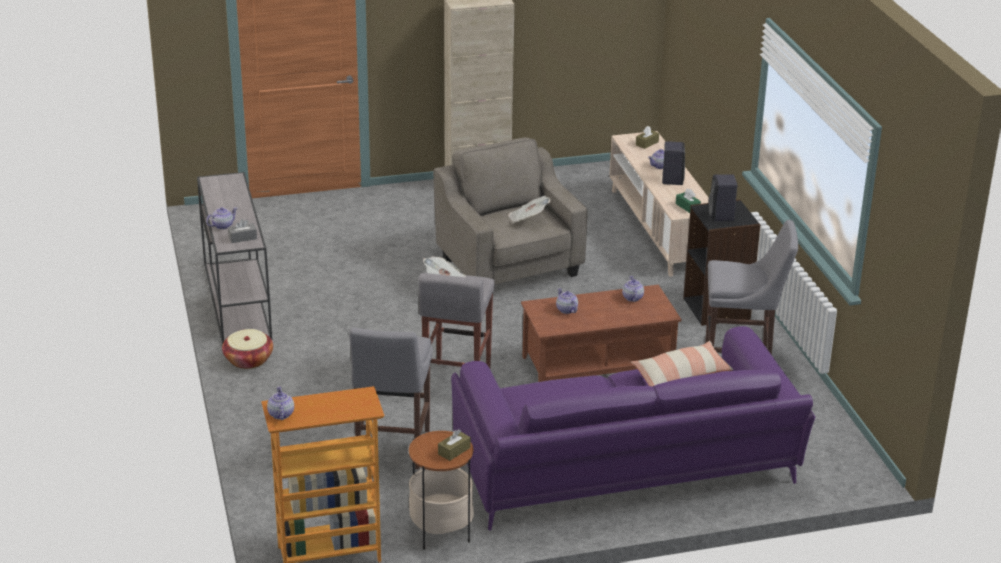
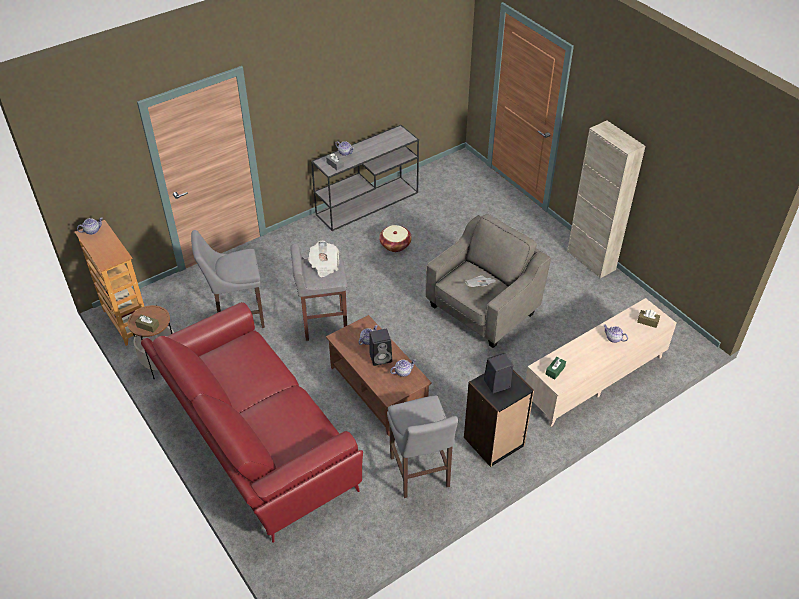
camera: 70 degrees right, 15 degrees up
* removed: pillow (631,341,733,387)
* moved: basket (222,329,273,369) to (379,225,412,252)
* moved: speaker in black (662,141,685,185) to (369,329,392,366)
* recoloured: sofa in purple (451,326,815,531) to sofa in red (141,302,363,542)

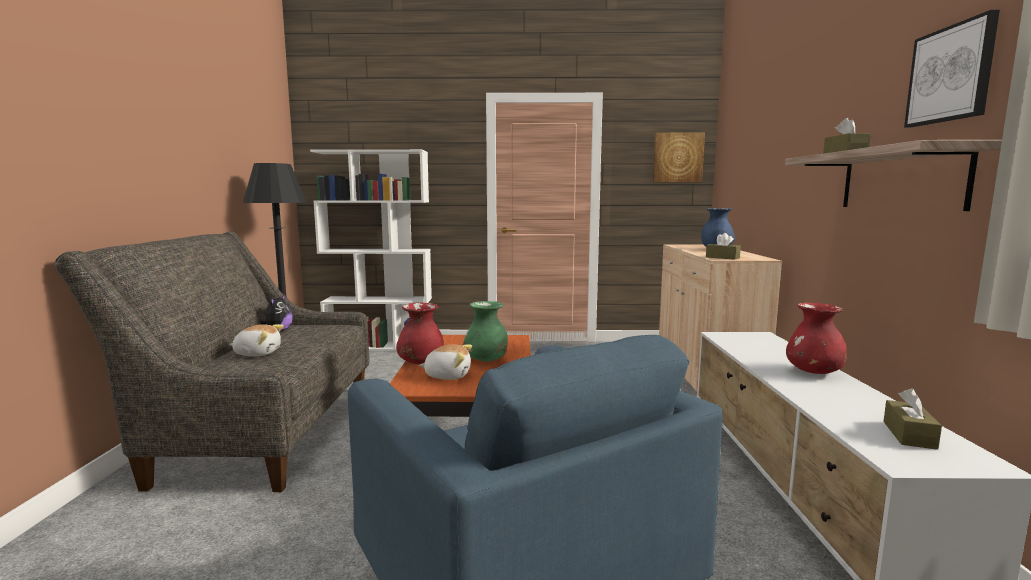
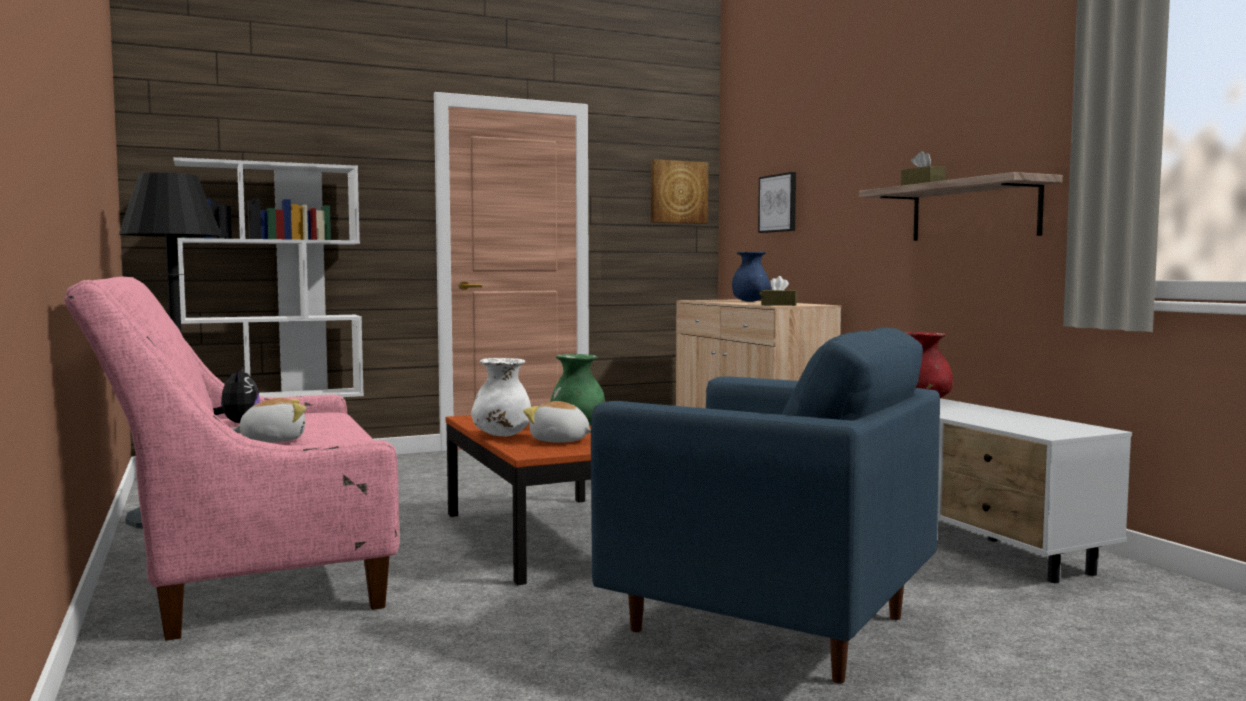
camera: 25 degrees left, 5 degrees down
* removed: tissue box in brown (883,388,942,450)
* moved: picture (904,10,1000,127) to (758,172,796,233)
* recoloured: sofa in grey (55,232,369,492) to sofa in pink (64,277,399,641)
* recoloured: vase in red (396,302,444,364) to vase in white (471,358,531,436)
* turned: plush toy (419,344,472,380) = (523,401,591,443) 135 degrees counterclockwise

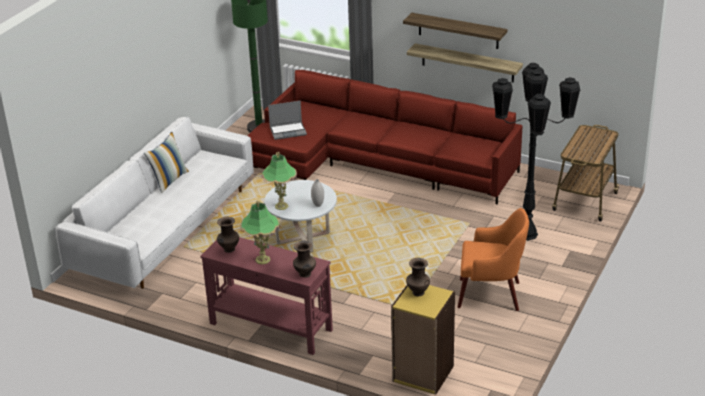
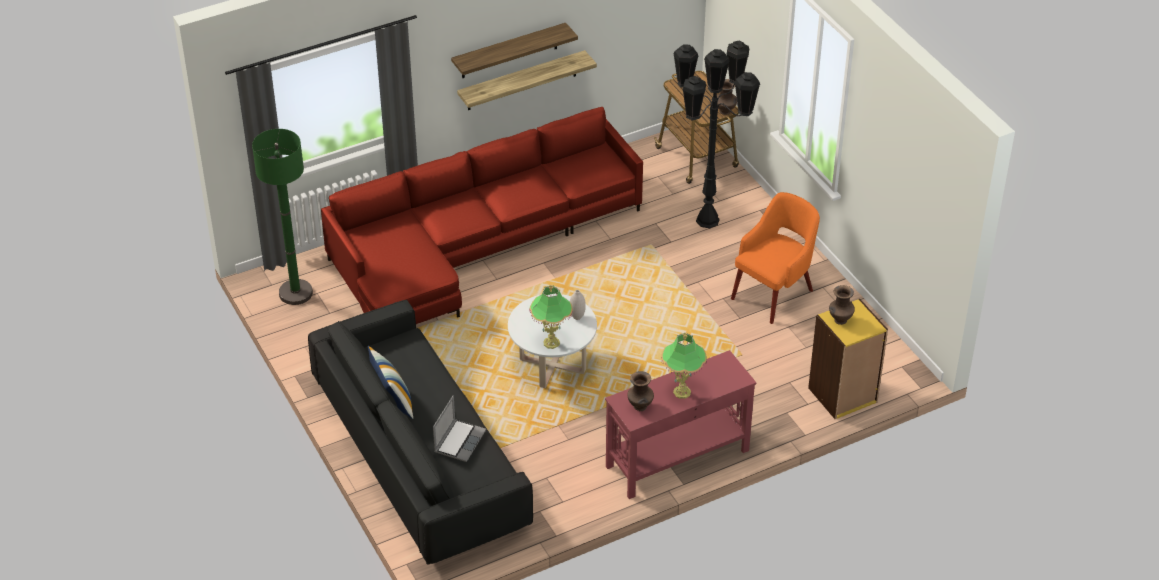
camera: 55 degrees left, 10 degrees up
* moved: laptop (268,101,307,140) to (433,395,486,462)
* moved: vase in brown (293,241,316,278) to (717,79,737,115)
* recoloured: sofa in white (54,117,254,289) to sofa in black (308,300,533,565)

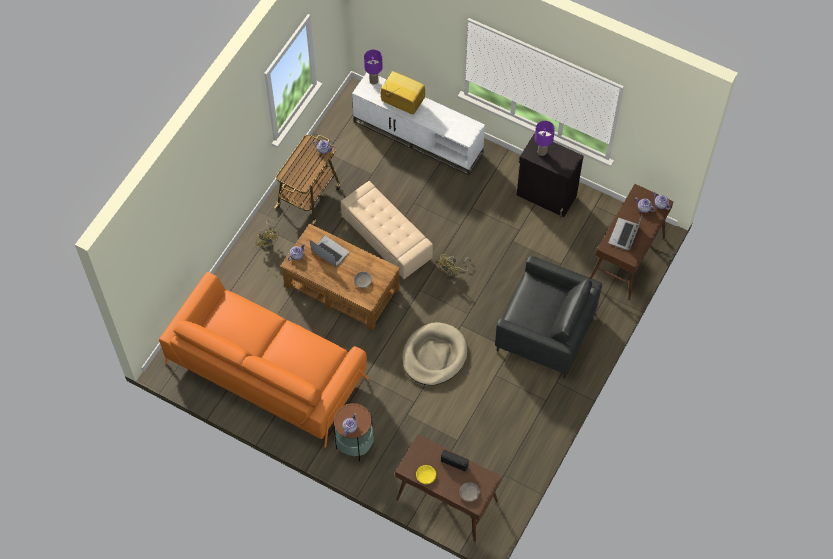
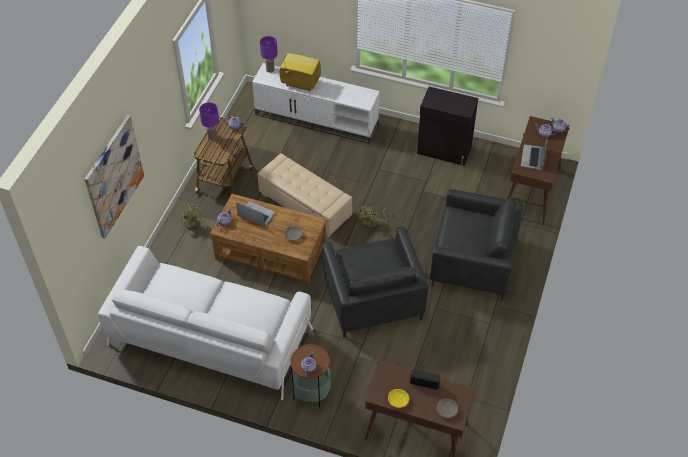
camera: 10 degrees left, 10 degrees down
* added: picture (85,115,144,238)
* moved: table lamp in purple (535,121,555,156) to (199,102,219,140)
* replaced: dog bed in beige (402,322,468,385) to armchair in grey (322,226,428,338)
* recoloured: sofa in orange (159,272,369,448) to sofa in white (98,246,313,400)

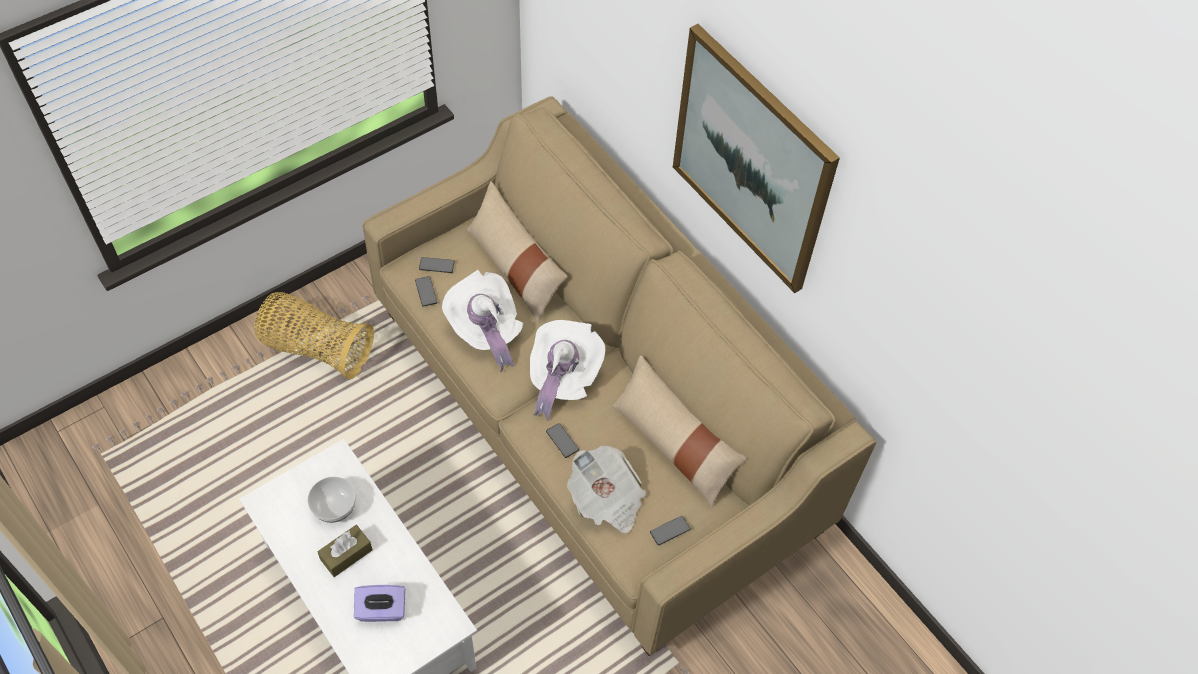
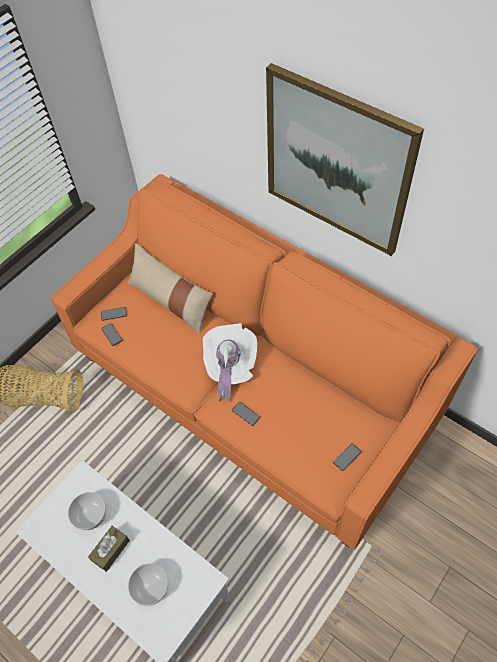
camera: 10 degrees left, 0 degrees up
* removed: hat in white (442,270,523,372)
* removed: newspaper (567,446,646,533)
* removed: pillow in beige (612,356,747,507)
* replaced: tissue box in purple (354,585,405,622) to bowl (128,563,168,606)
* recoloured: sofa in beige (362,96,877,656) to sofa in orange (51,174,479,550)

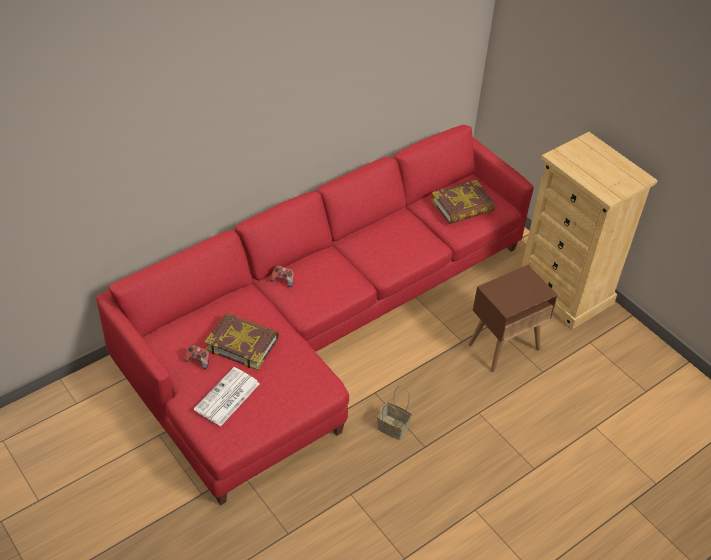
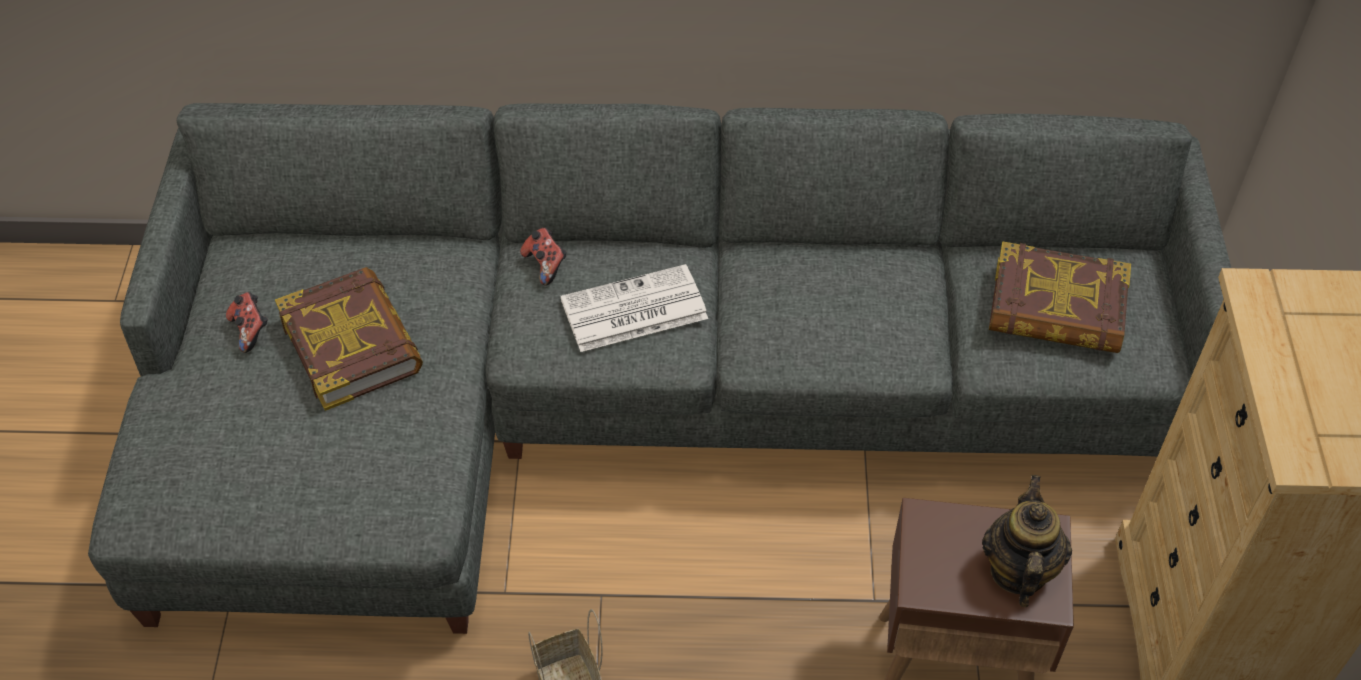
camera: 40 degrees right, 5 degrees up
* added: teapot (982,475,1072,607)
* moved: newspaper (194,367,260,427) to (560,264,708,352)
* recoloured: sofa in red (96,125,534,505) to sofa in grey (88,103,1231,634)

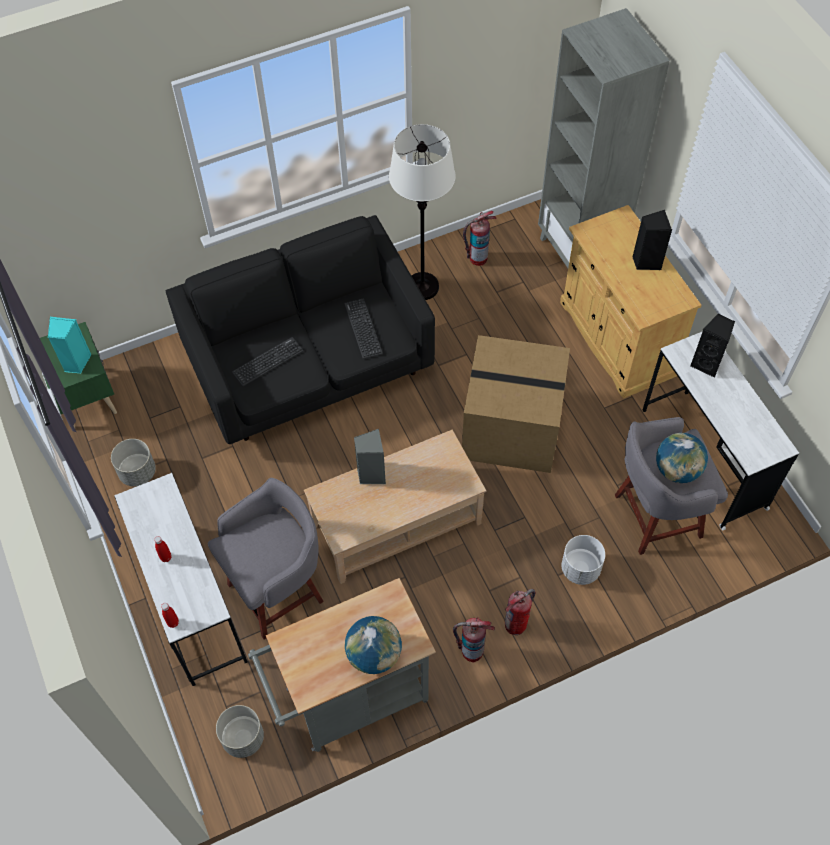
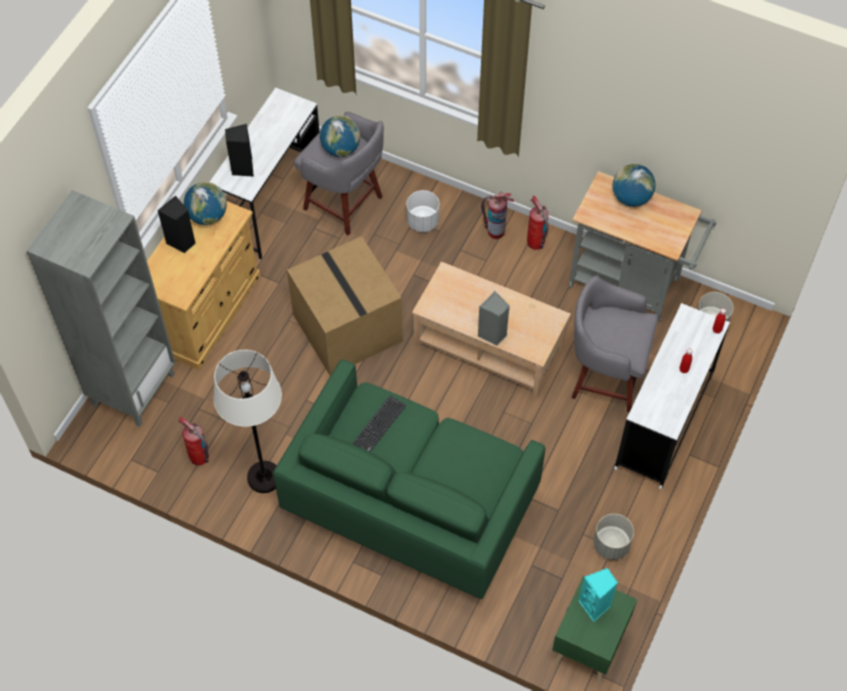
camera: 130 degrees left, 0 degrees up
* removed: keyboard (232,337,304,386)
* added: globe (184,182,227,225)
* recoloured: sofa in black (166,215,435,444) to sofa in green (273,359,546,599)

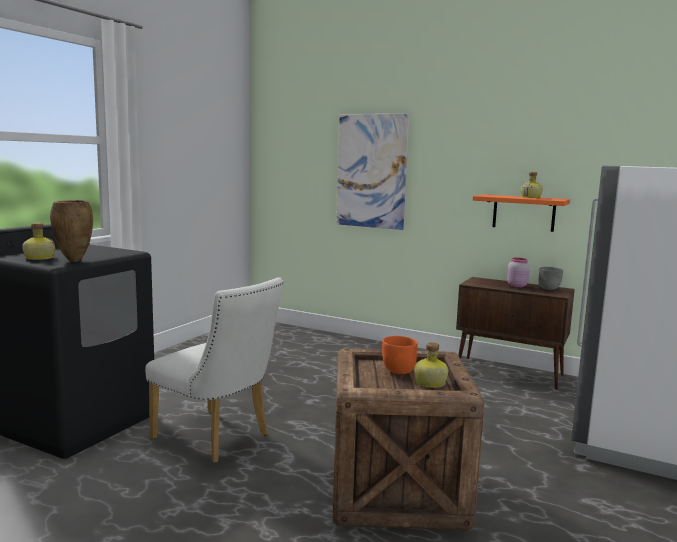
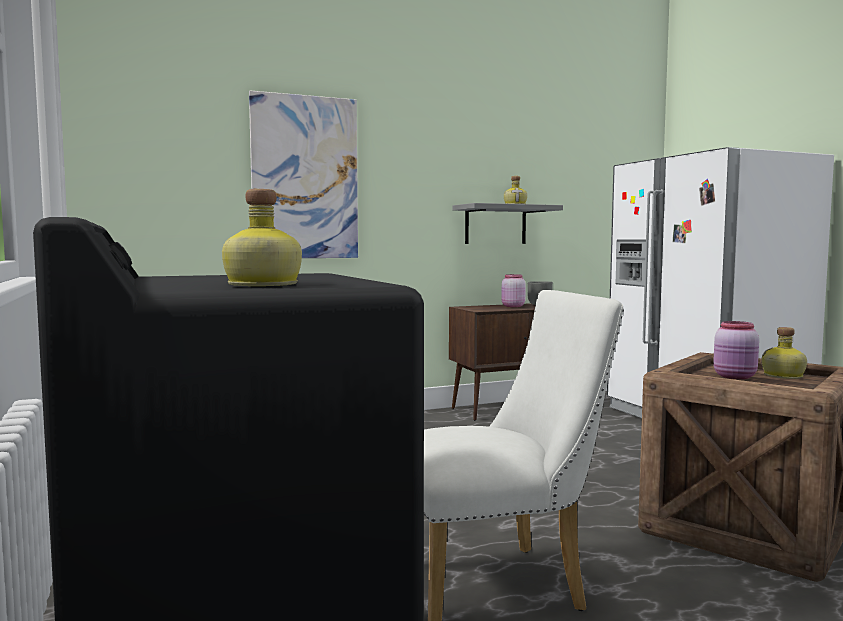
camera: 50 degrees left, 5 degrees down
* removed: vase in brown (50,200,93,262)
* replaced: bowl in orange (382,336,418,374) to jar in pink (713,321,759,379)
* recoloured: shelf in orange (473,194,570,232) to shelf in grey (453,203,563,244)

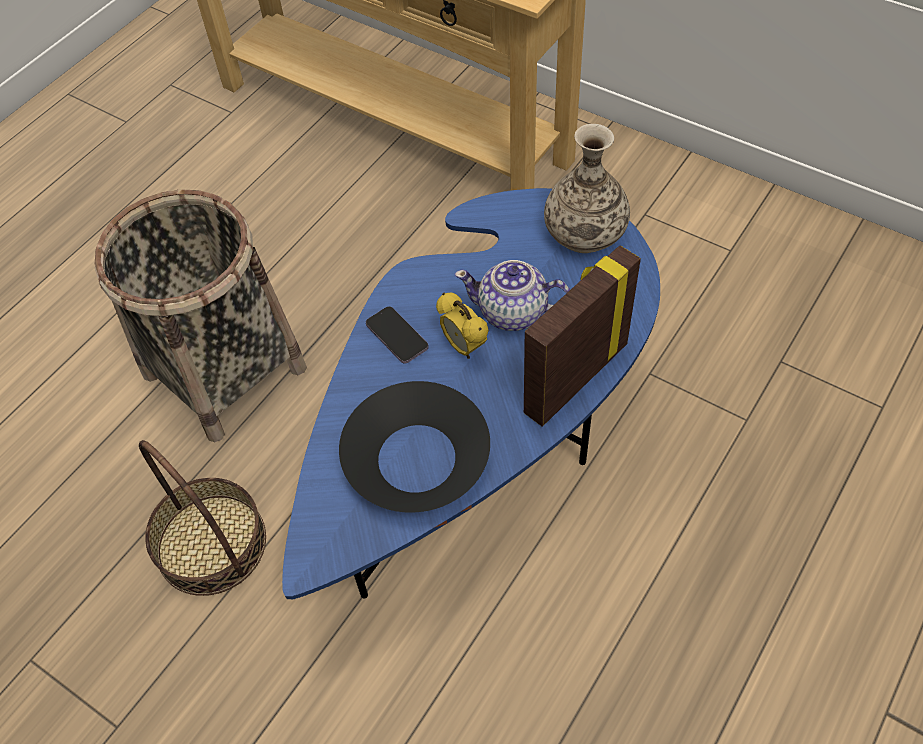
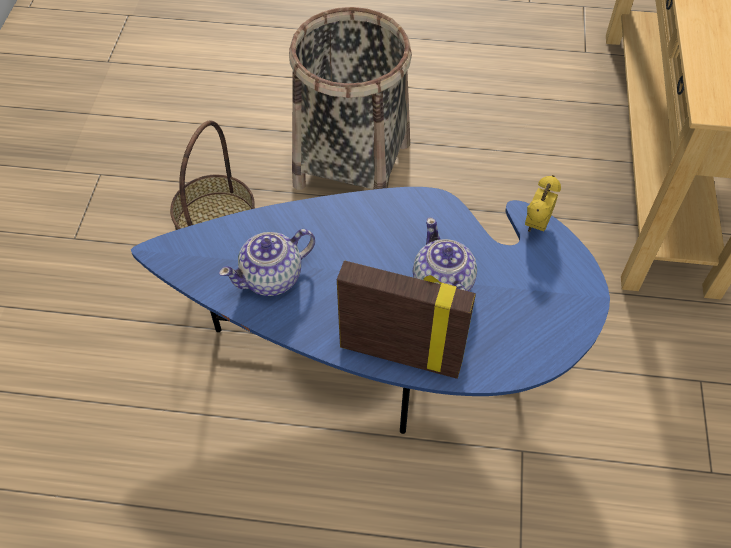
camera: 60 degrees right, 0 degrees up
* removed: phone (366,306,429,363)
* removed: vase (544,124,630,253)
* moved: alarm clock (436,293,489,359) to (525,175,561,232)
* replaced: bowl in black (339,381,490,513) to teapot (219,229,315,296)

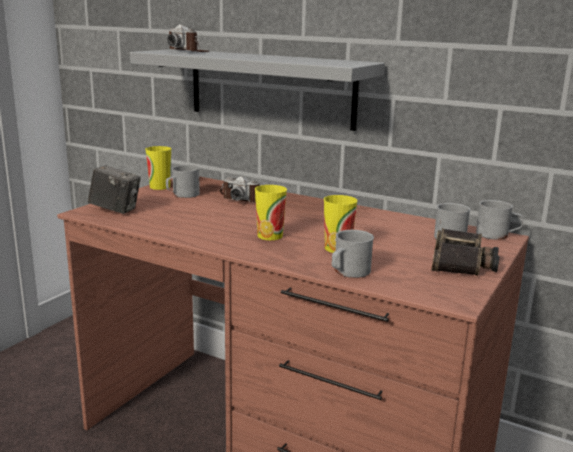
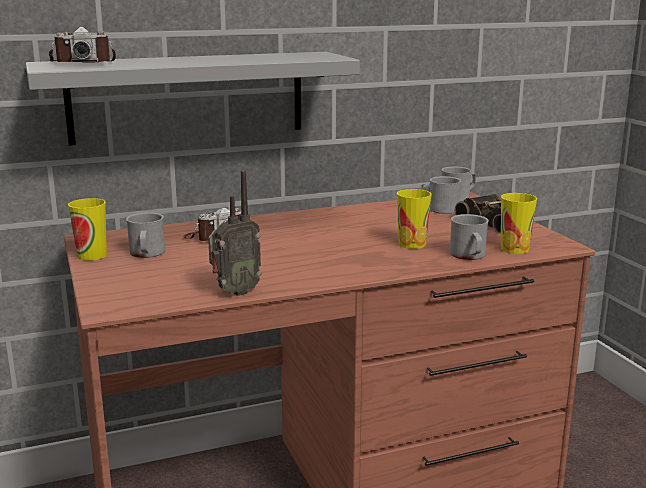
camera: 50 degrees left, 0 degrees up
* removed: photo camera (88,165,141,214)
* added: radio (208,170,262,296)
* moved: cup (255,185,287,240) to (501,193,537,254)

